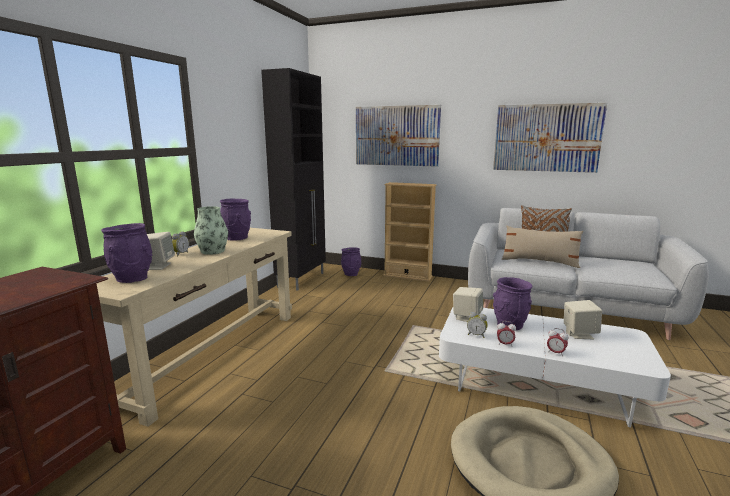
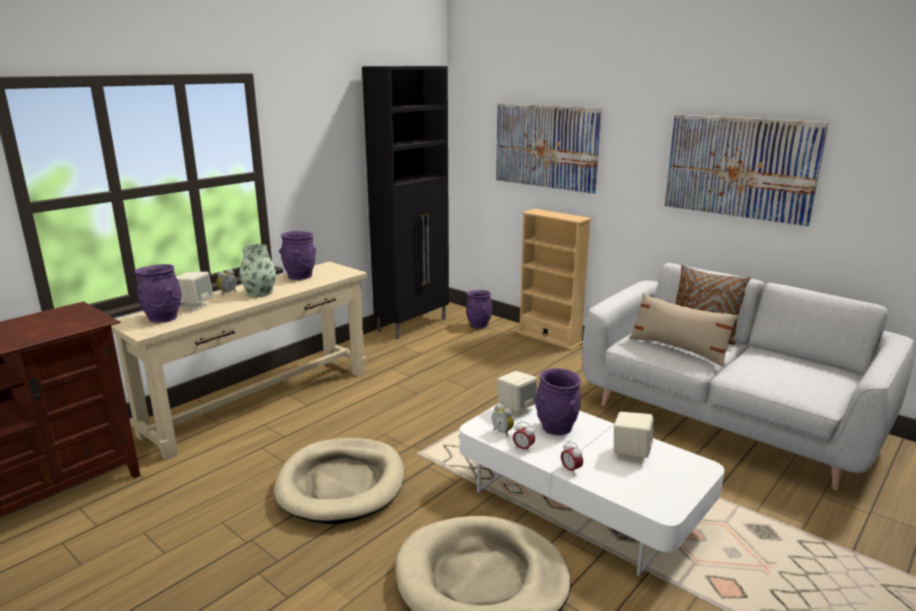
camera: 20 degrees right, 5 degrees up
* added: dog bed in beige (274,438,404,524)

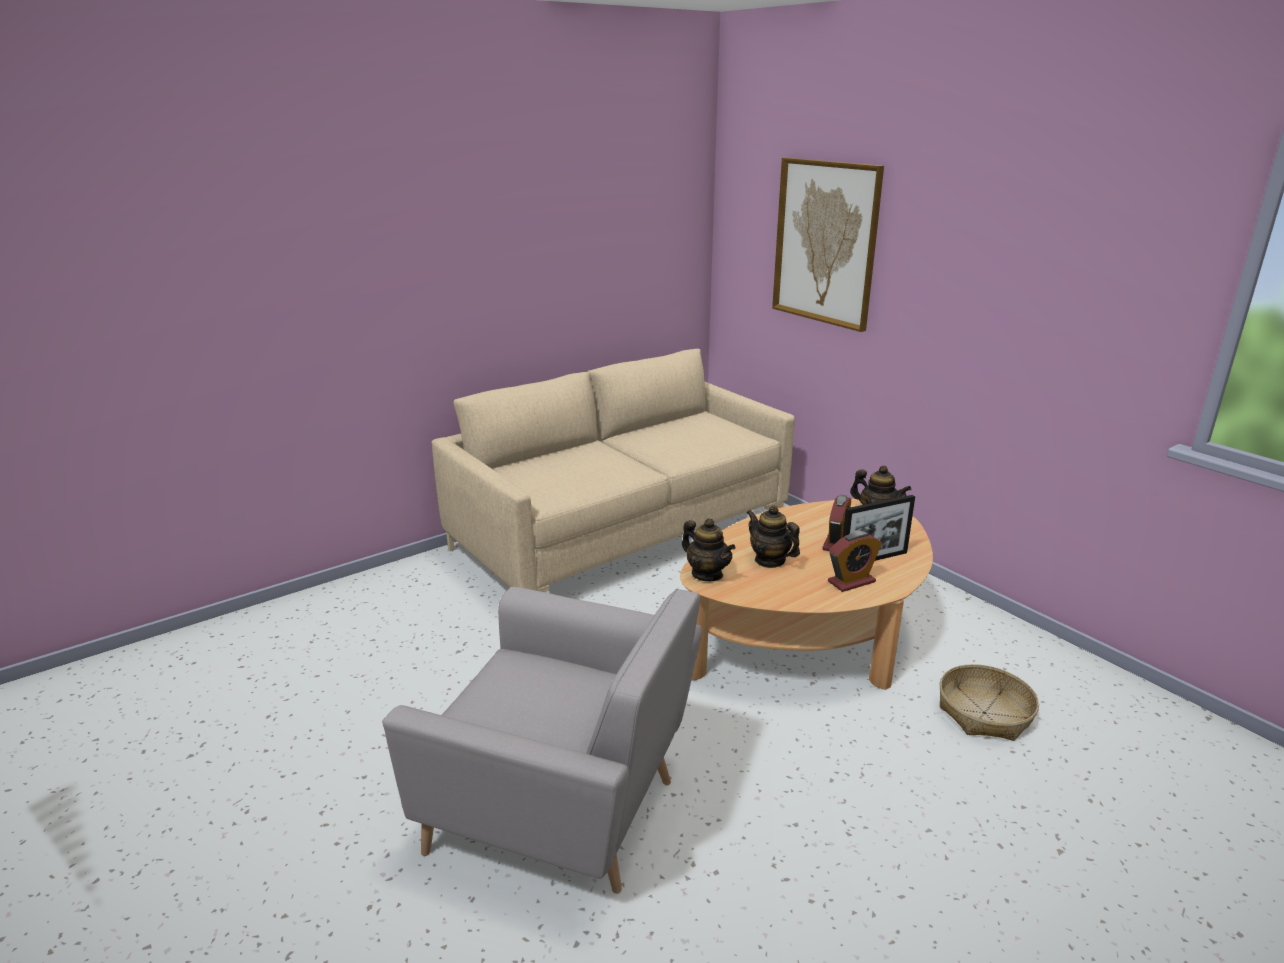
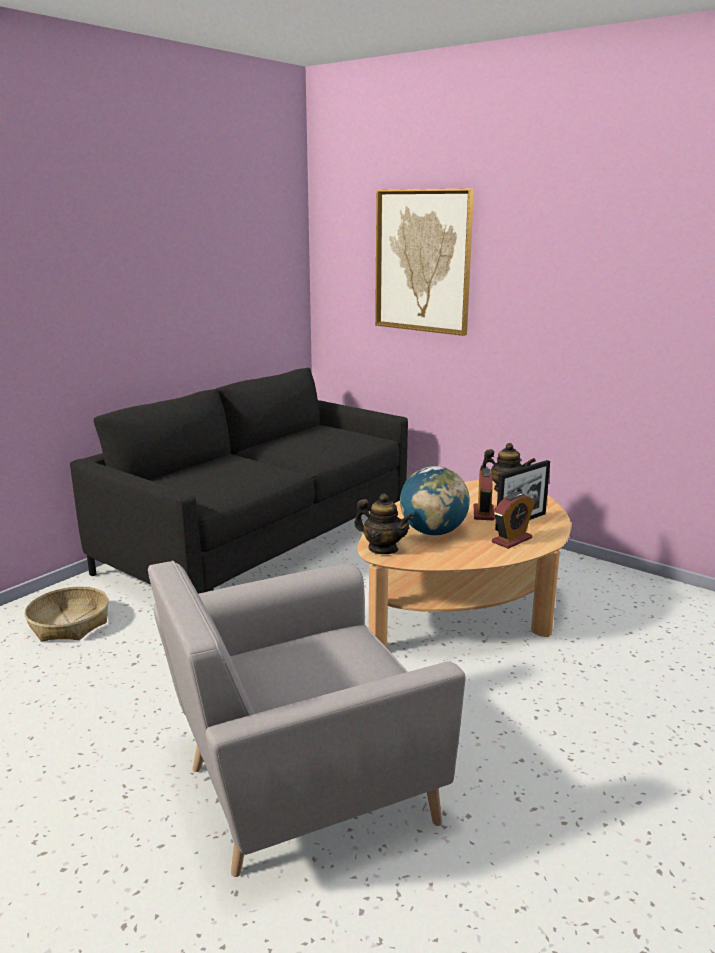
camera: 15 degrees left, 5 degrees down
* moved: basket (940,664,1039,741) to (24,586,109,642)
* replaced: teapot (747,505,800,568) to globe (400,466,470,535)
* recoloured: sofa in beige (432,349,795,592) to sofa in black (70,368,408,594)
* turned: armchair in grey (382,587,702,894) = (148,561,466,877) 150 degrees clockwise

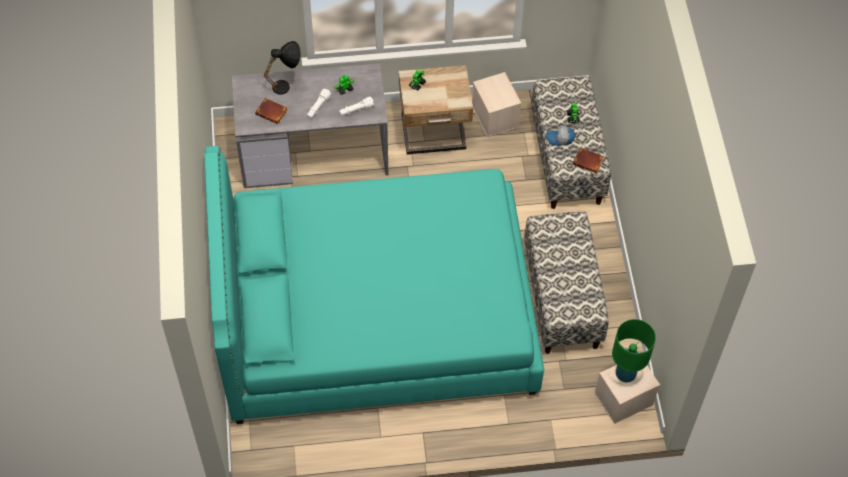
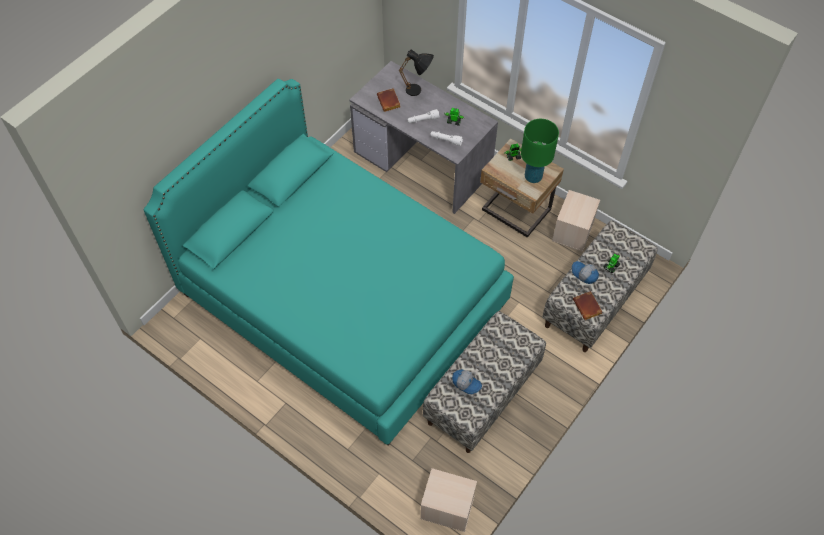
camera: 45 degrees right, 0 degrees up
* added: cap (452,369,482,394)
* moved: table lamp in green (612,319,656,383) to (521,119,559,183)

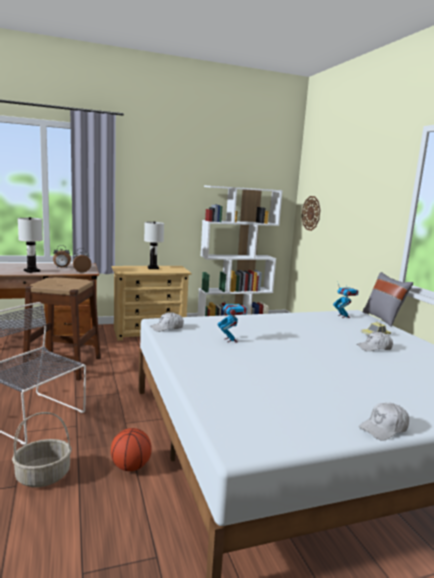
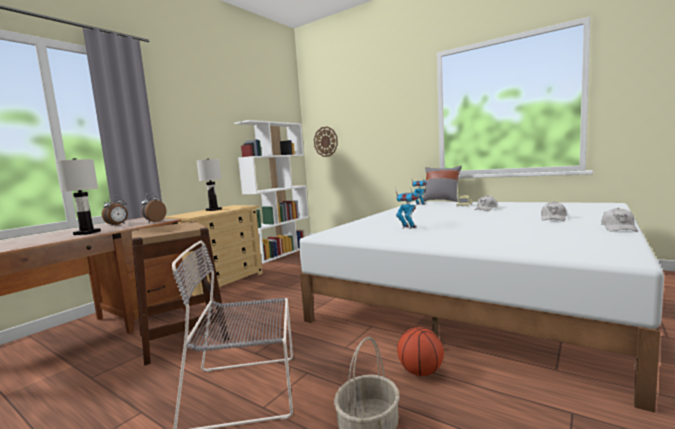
camera: 35 degrees left, 5 degrees down
* moved: cap in white (151,312,184,332) to (541,201,567,221)

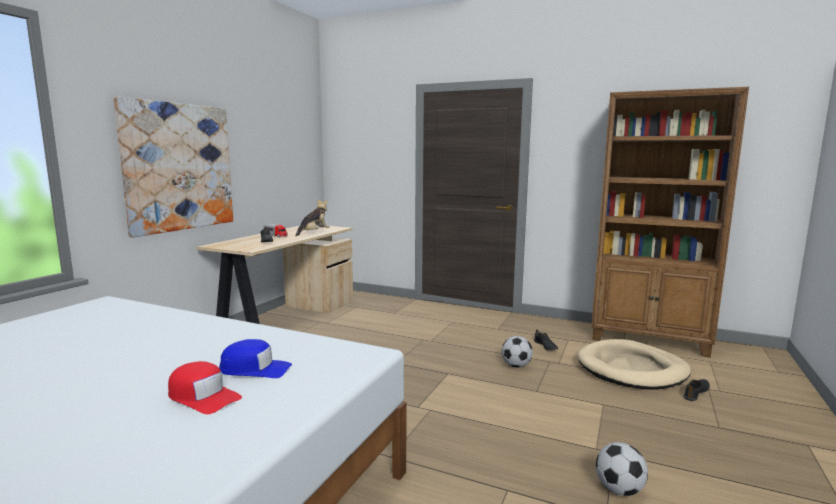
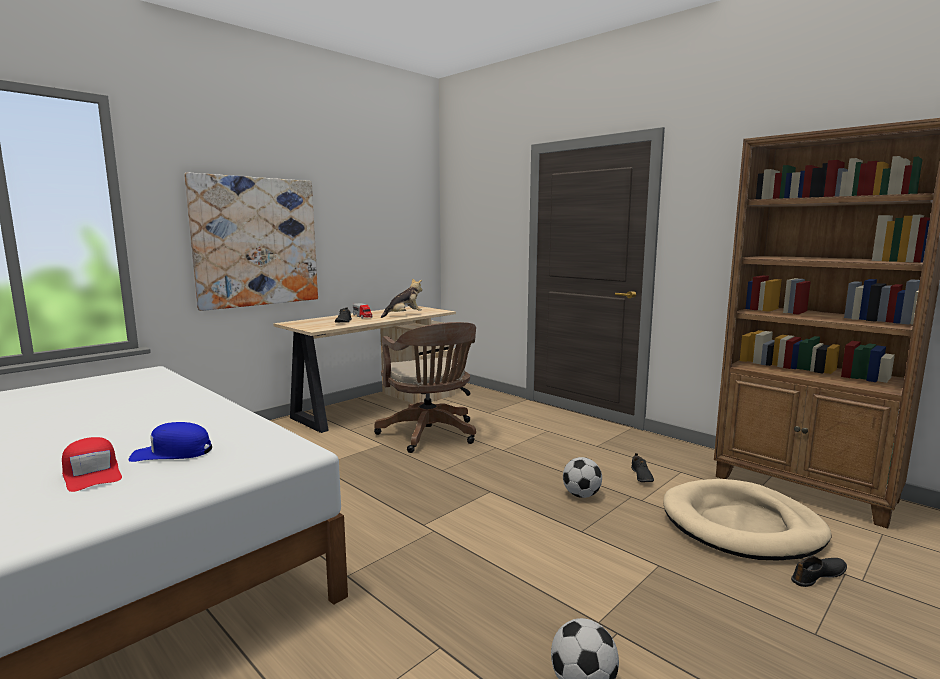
camera: 20 degrees right, 0 degrees up
* added: office chair in brown (374,322,476,453)
* turned: cap in blue (219,339,292,378) = (129,422,212,462) 150 degrees clockwise

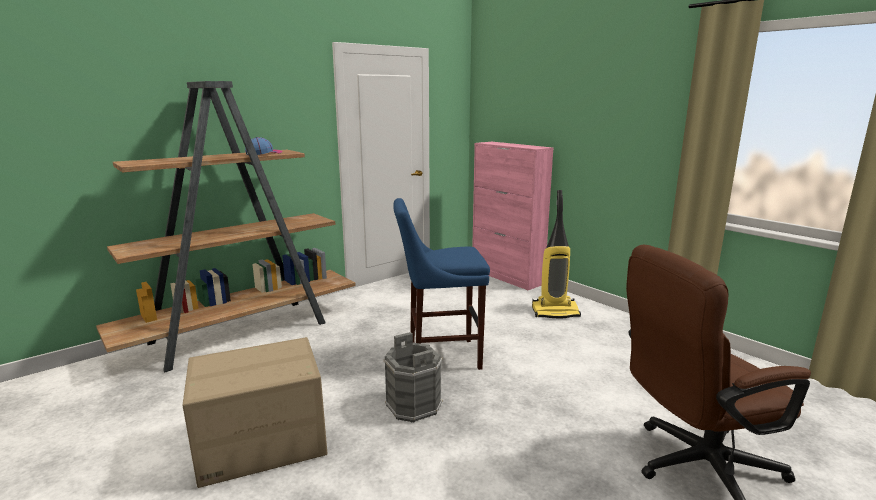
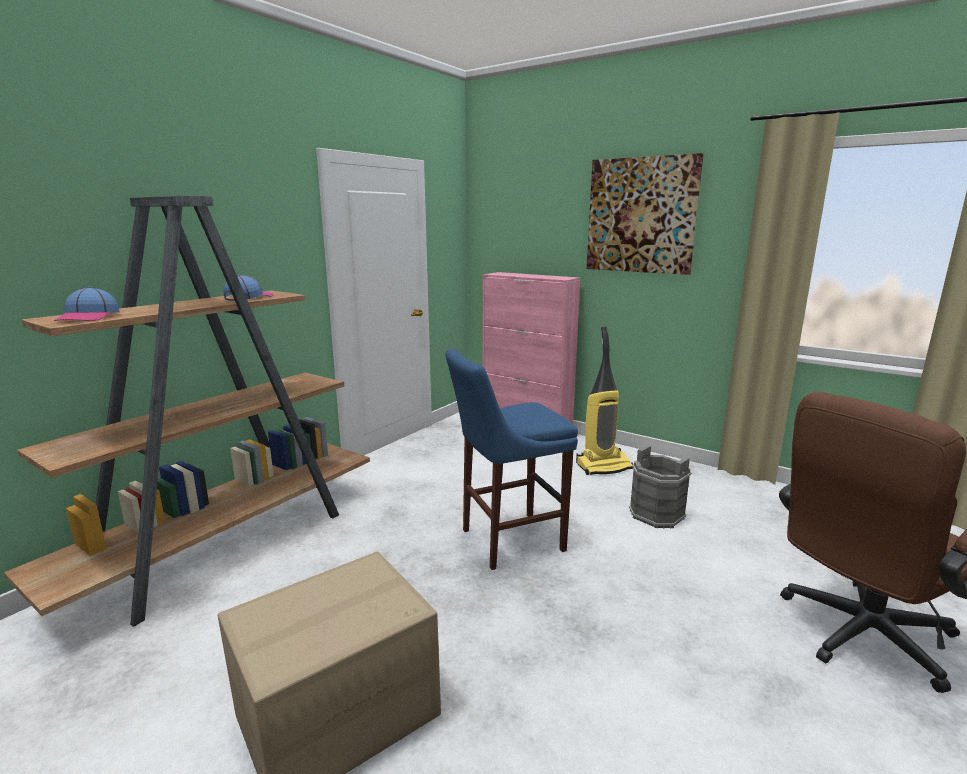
camera: 15 degrees left, 0 degrees up
* added: cap (54,287,119,321)
* added: picture (587,153,704,275)
* moved: bucket in grey (384,332,443,423) to (629,445,691,528)

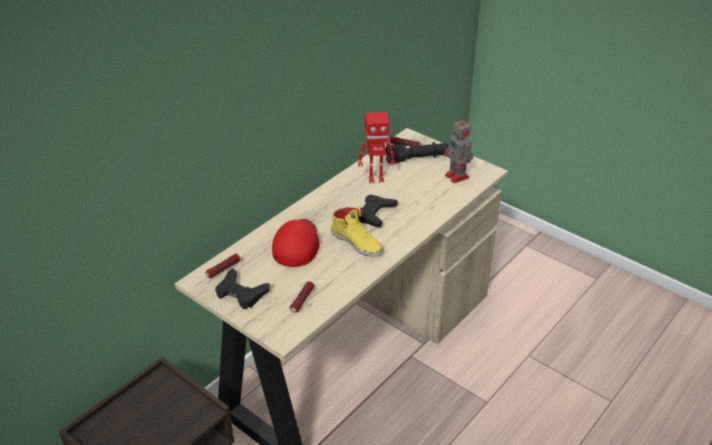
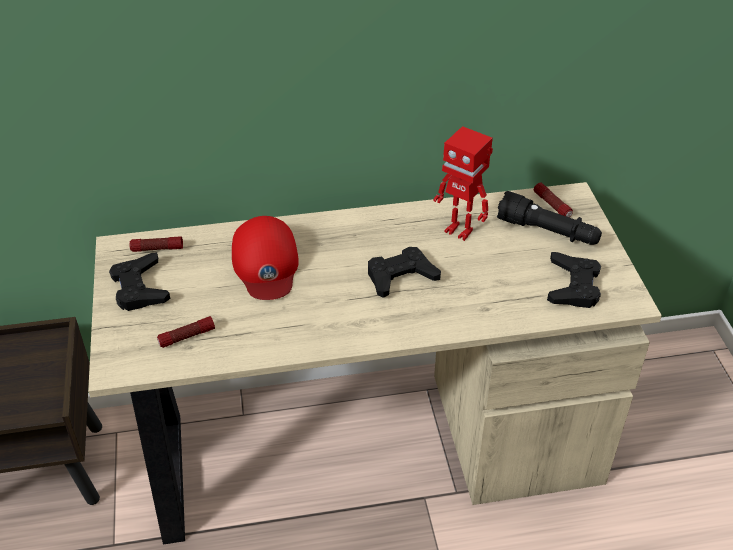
camera: 40 degrees right, 5 degrees up
* removed: shoe in yellow (331,207,383,257)
* replaced: toy robot (444,116,473,183) to game controller in black (547,252,601,308)
* turned: cap in red (272,219,319,267) = (232,216,299,300) 120 degrees clockwise

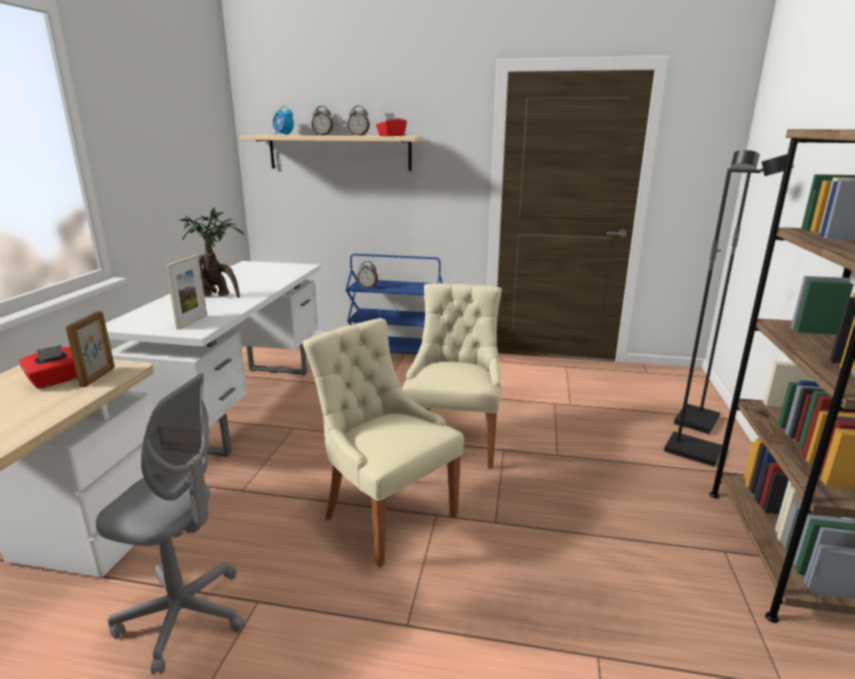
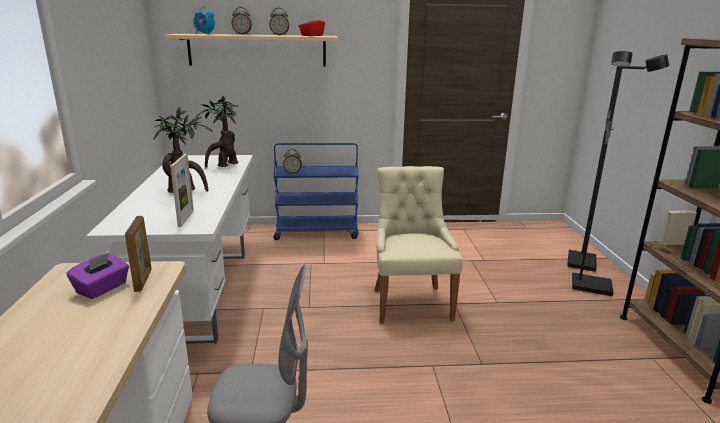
camera: 15 degrees left, 0 degrees up
* removed: chair in beige (302,318,464,567)
* added: potted plant (195,96,239,168)
* recoloured: tissue box in red (18,345,77,389) to tissue box in purple (67,253,129,299)

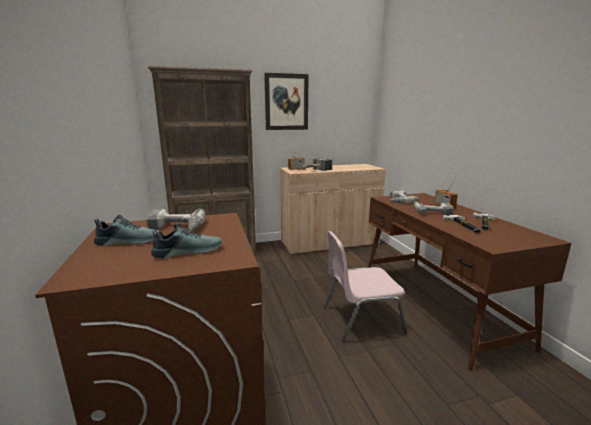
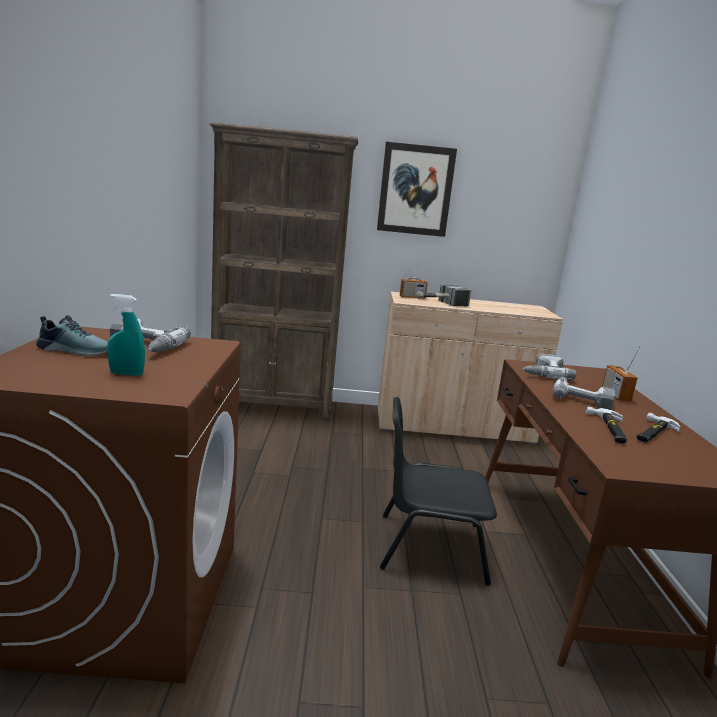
camera: 15 degrees right, 0 degrees up
* replaced: shoe (151,223,222,259) to spray bottle in turquoise (107,294,145,376)
* recoloured: chair in pink (324,231,407,342) to chair in black (380,397,497,586)

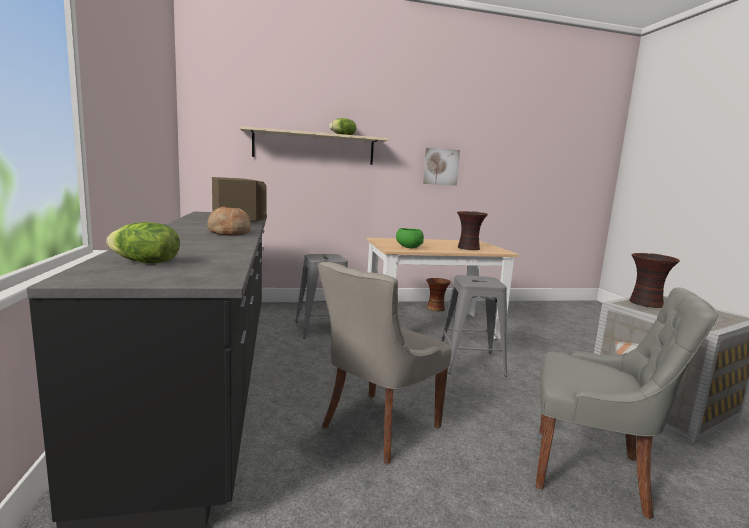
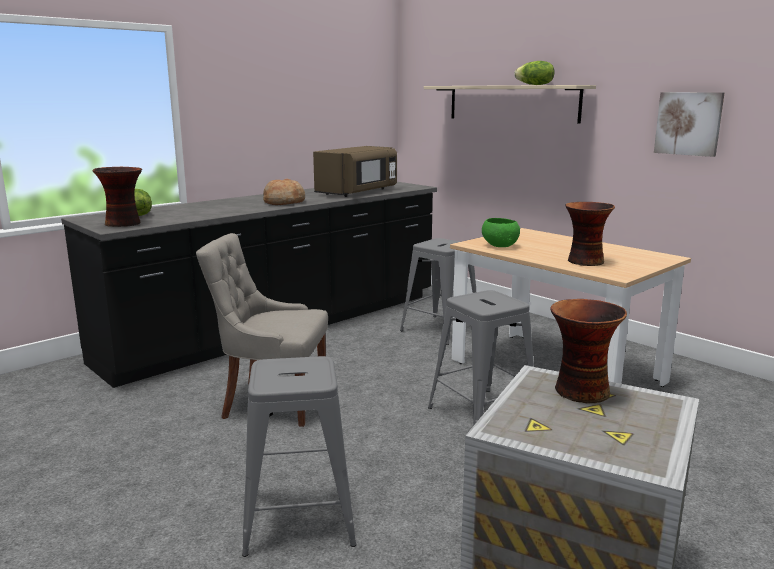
camera: 60 degrees right, 5 degrees up
* moved: vase (426,278,451,311) to (92,167,142,227)
* replaced: chair in grey (536,287,718,519) to stool in grey (242,356,356,557)

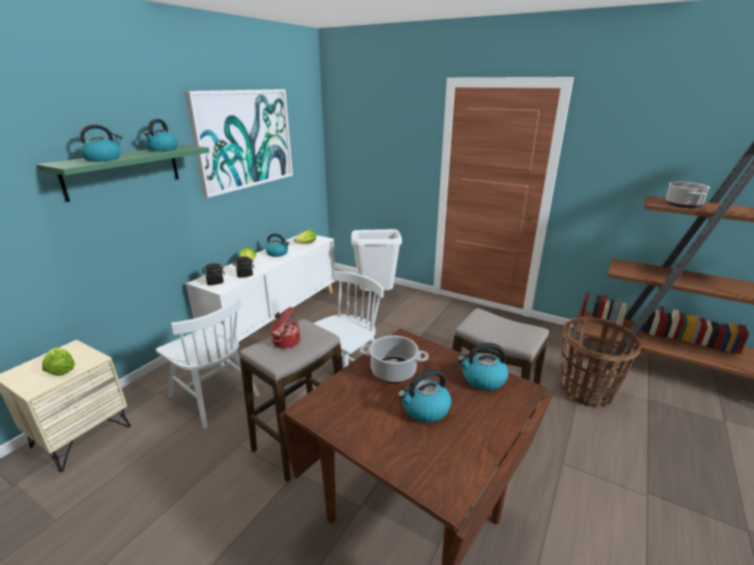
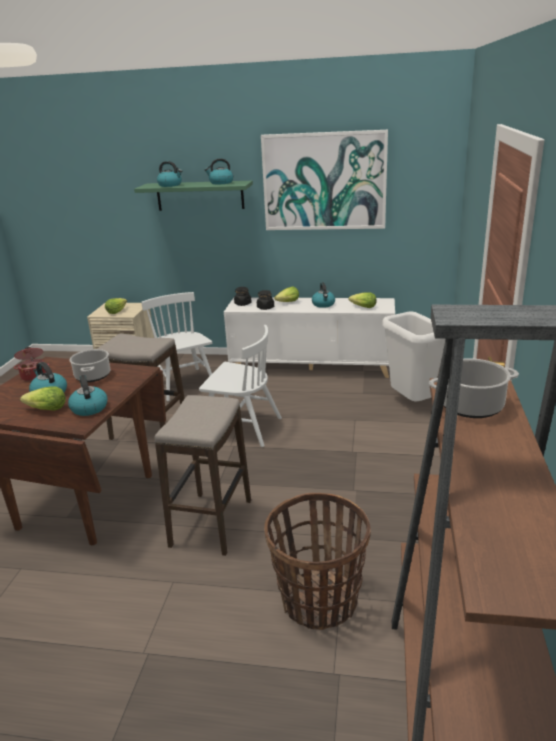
camera: 70 degrees right, 0 degrees up
* added: lettuce (20,386,66,410)
* moved: cooking pot (271,307,300,349) to (14,347,49,381)
* turned: chair in white (156,296,260,428) = (141,292,212,401) 135 degrees clockwise

